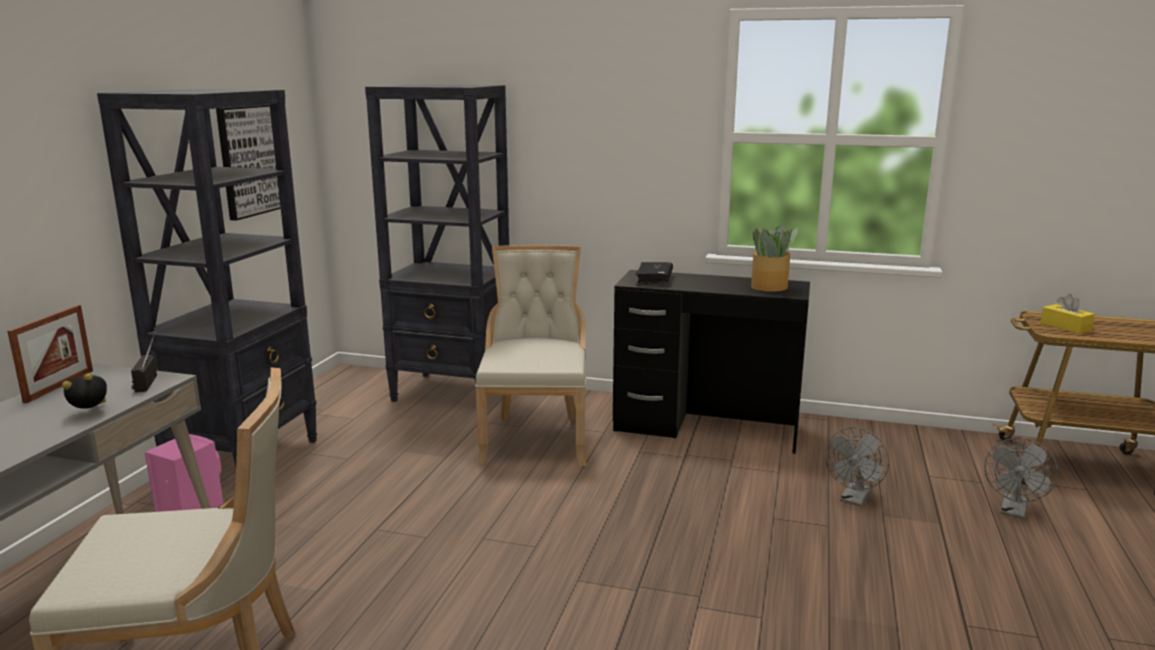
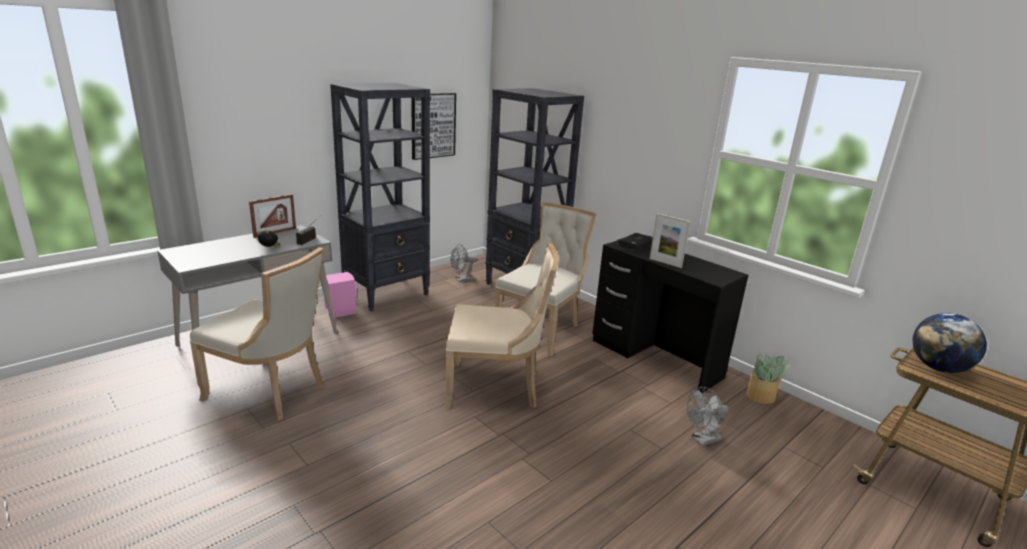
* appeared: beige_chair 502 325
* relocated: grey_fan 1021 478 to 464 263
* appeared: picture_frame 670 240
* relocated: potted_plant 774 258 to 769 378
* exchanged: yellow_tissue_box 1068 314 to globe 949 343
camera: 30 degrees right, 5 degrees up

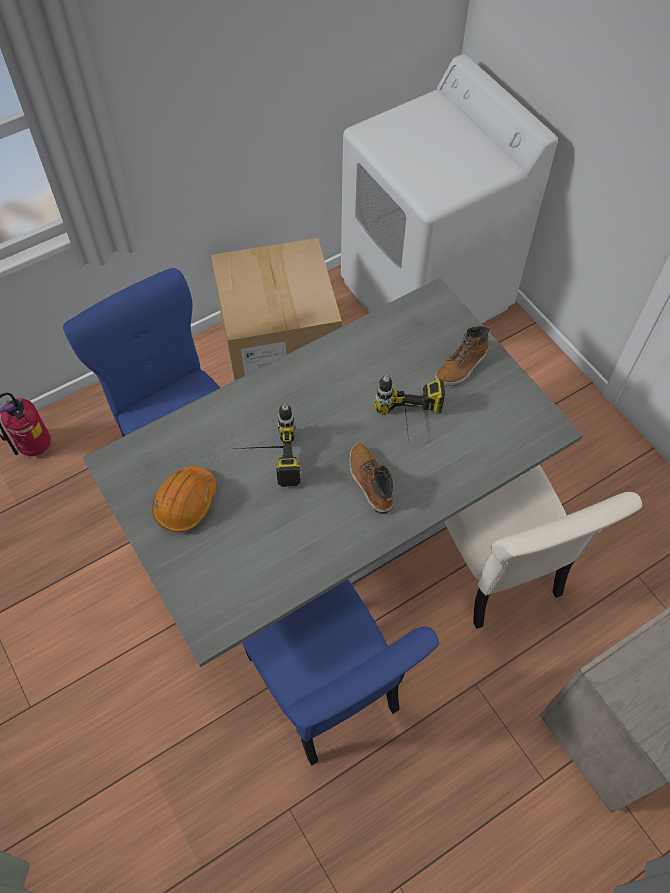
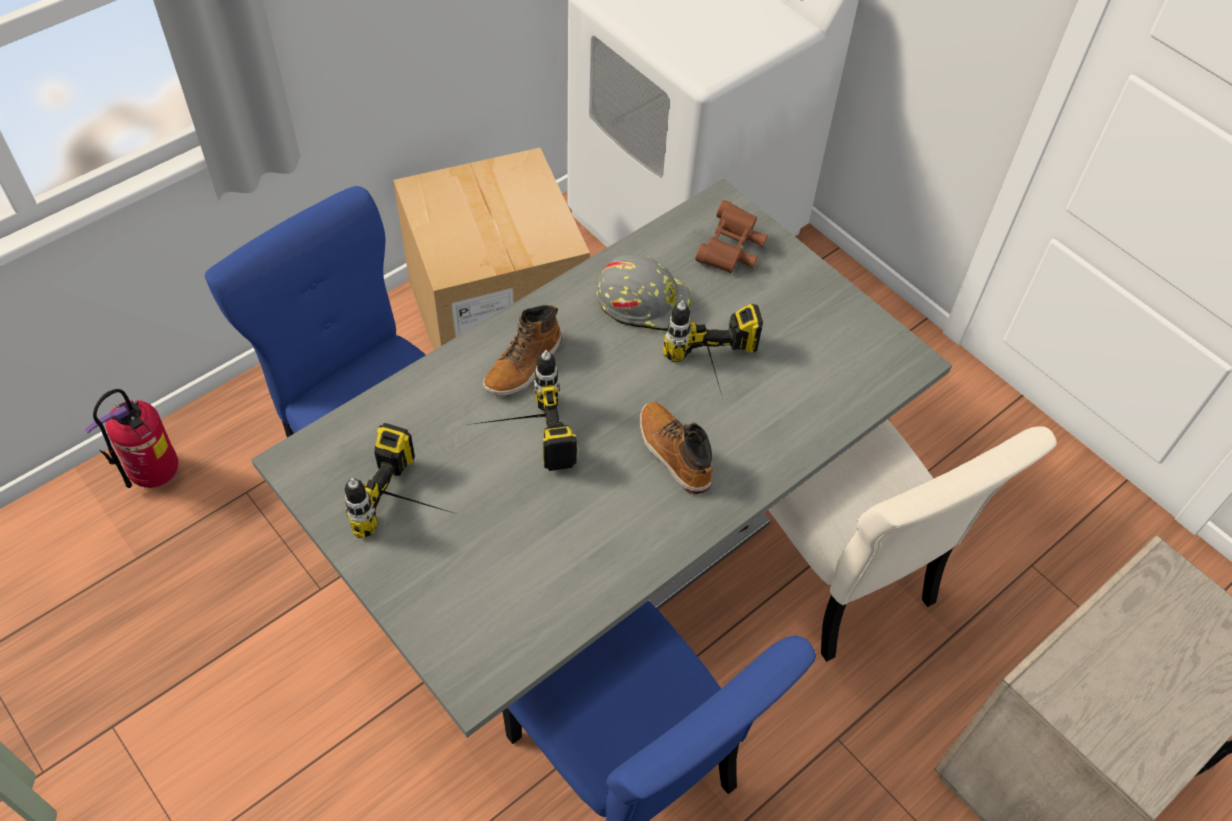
* exchanged: orange_hard_hat 184 499 to power_drill 398 480
* relocated: boot 462 356 to 522 350
* appeared: grey_hard_hat 643 292
* appeared: brown_binoculars 731 236
camera: 10 degrees left, 5 degrees down

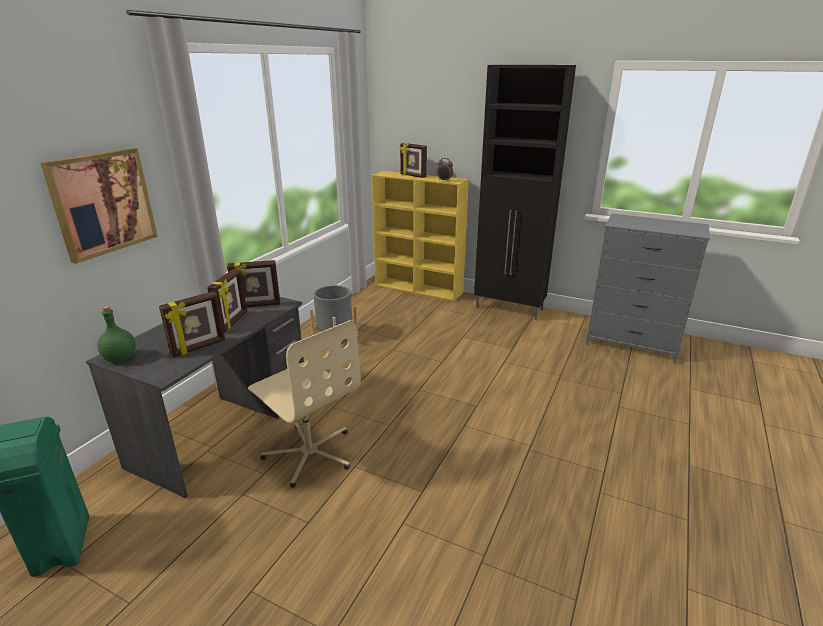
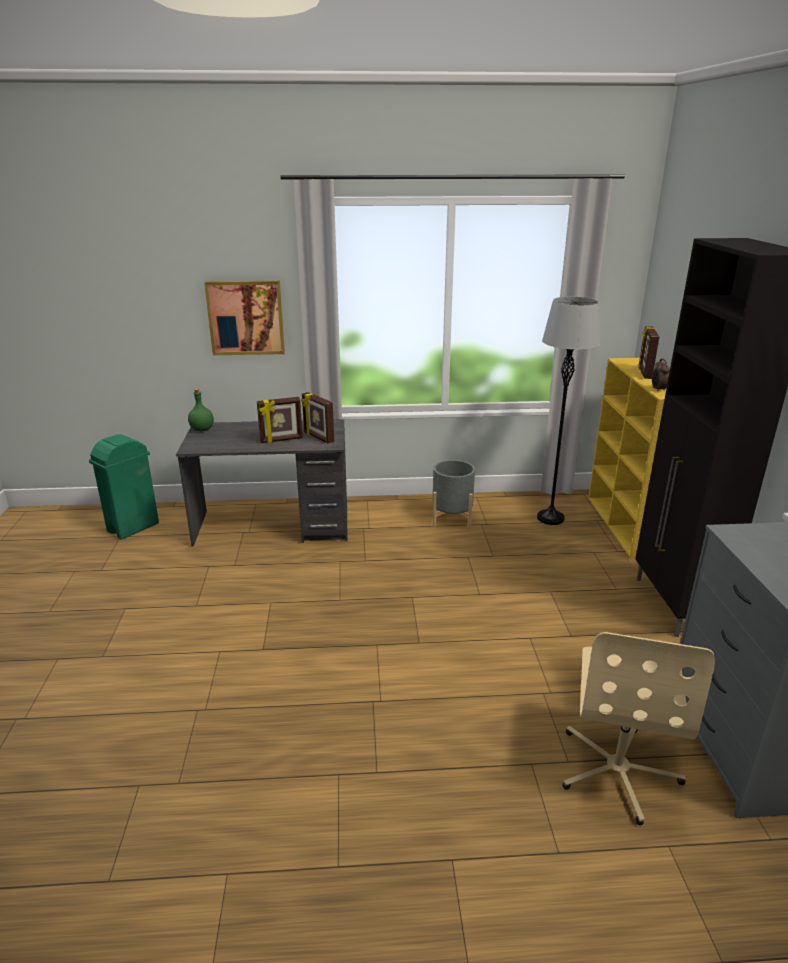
* appeared: grey_floor_lamp 568 410
* relocated: beige_office_chair 304 404 to 638 728
* missing: picture_frame 192 324
camera: 60 degrees right, 0 degrees up

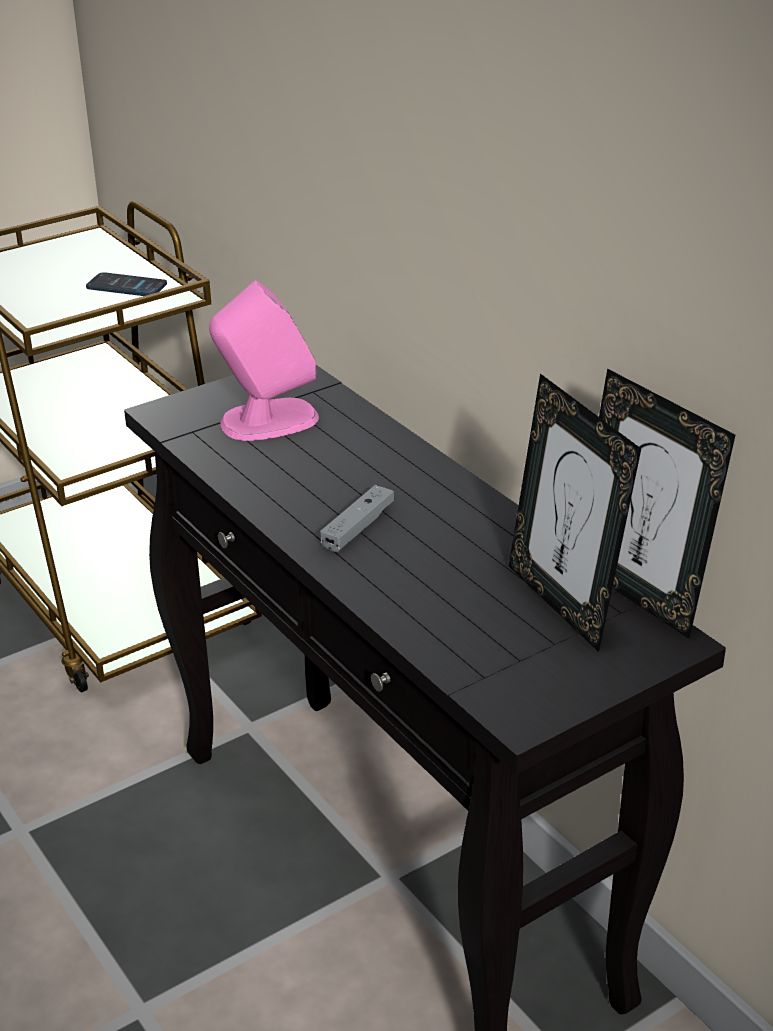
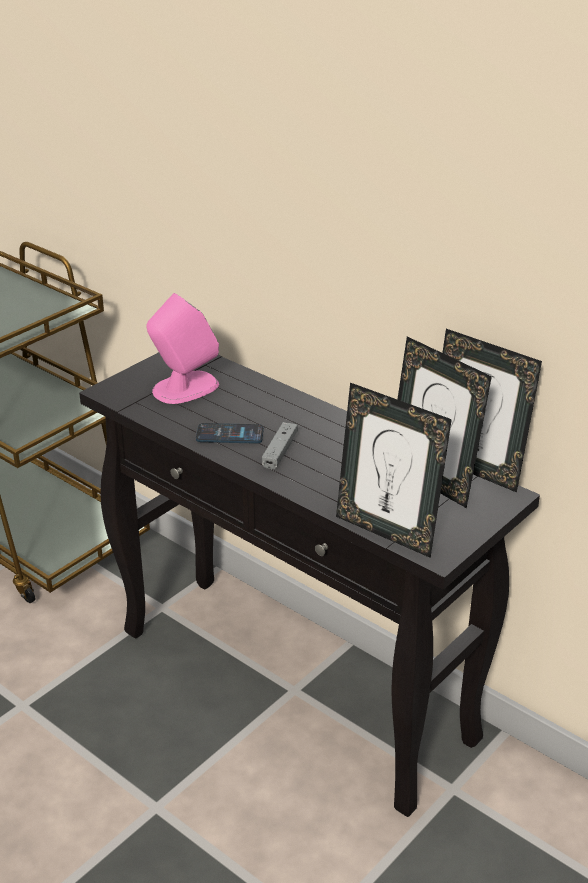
* relocated: phone 126 284 to 230 433
* appeared: picture_frame 394 470
camera: 15 degrees left, 0 degrees up

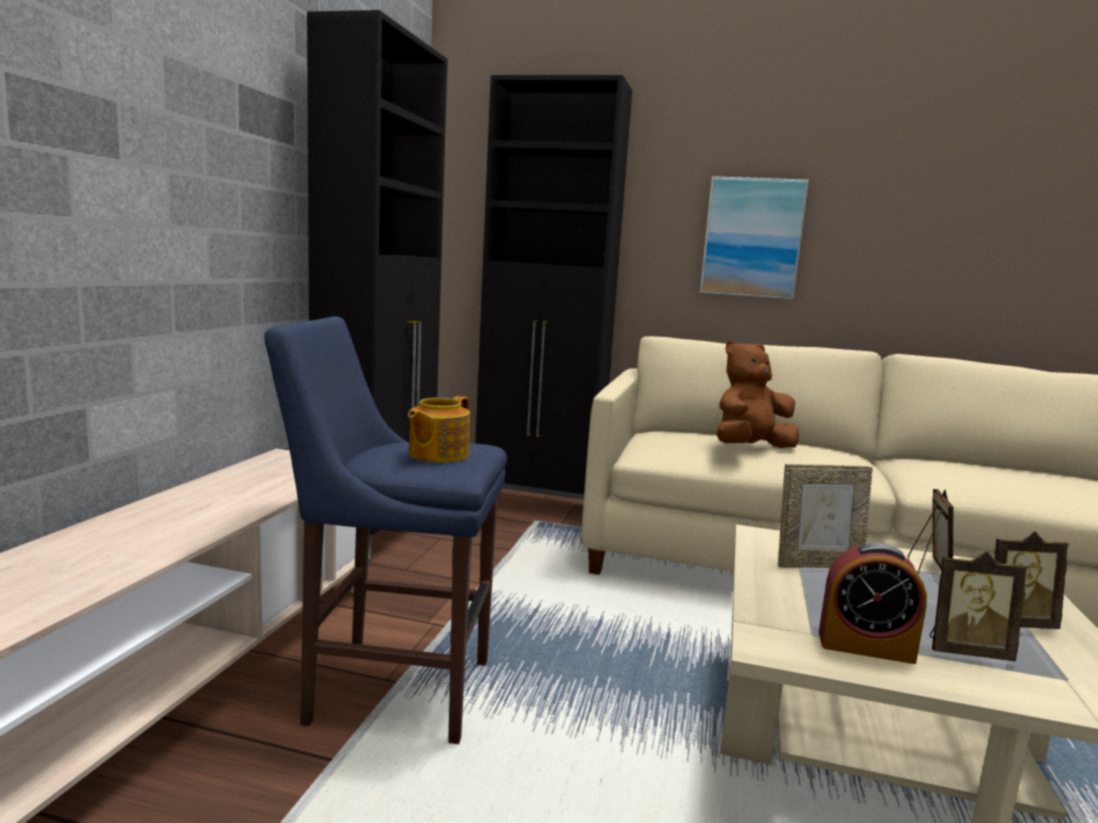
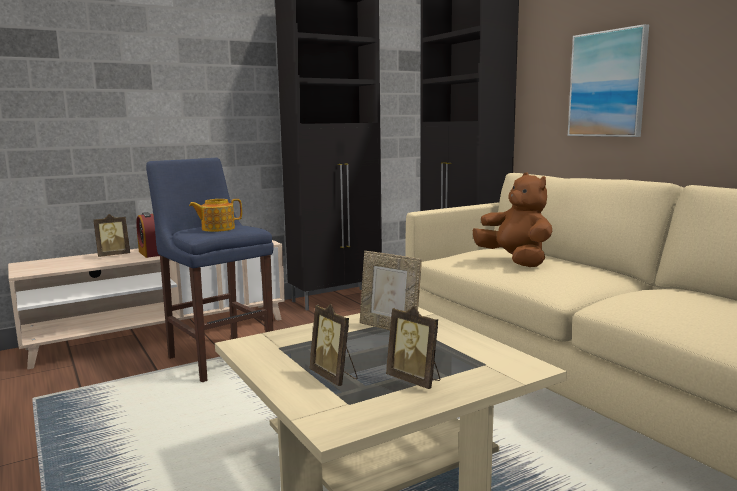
* relocated: picture_frame 931 531 to 111 235
* relocated: alarm_clock 873 603 to 148 235
* spun: brown_plush_toy 757 394 = 512 219 45 degrees clockwise
camera: 45 degrees right, 0 degrees up

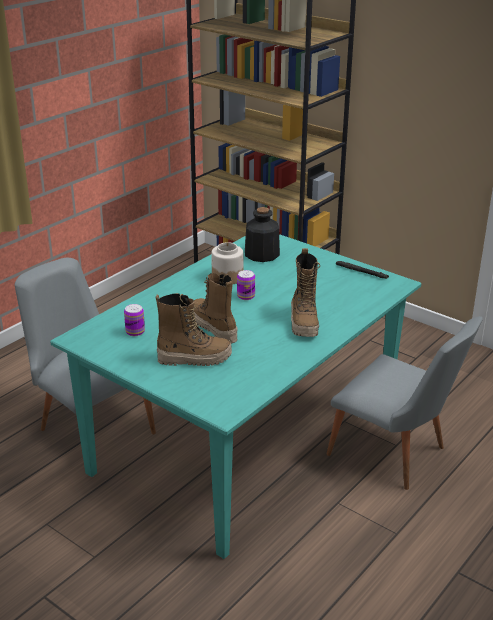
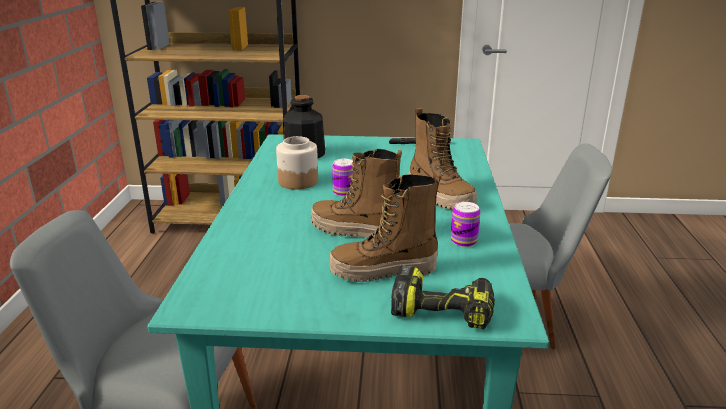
* spun: boot 194 329 = 385 226 150 degrees counterclockwise
* appeared: power_drill 443 297
* relocated: can 134 320 to 465 224
camera: 35 degrees left, 5 degrees down

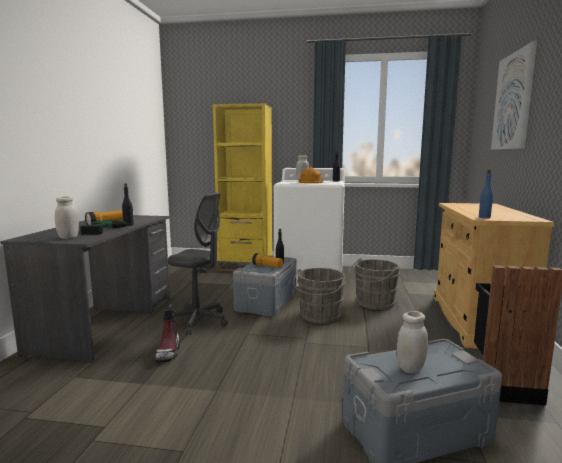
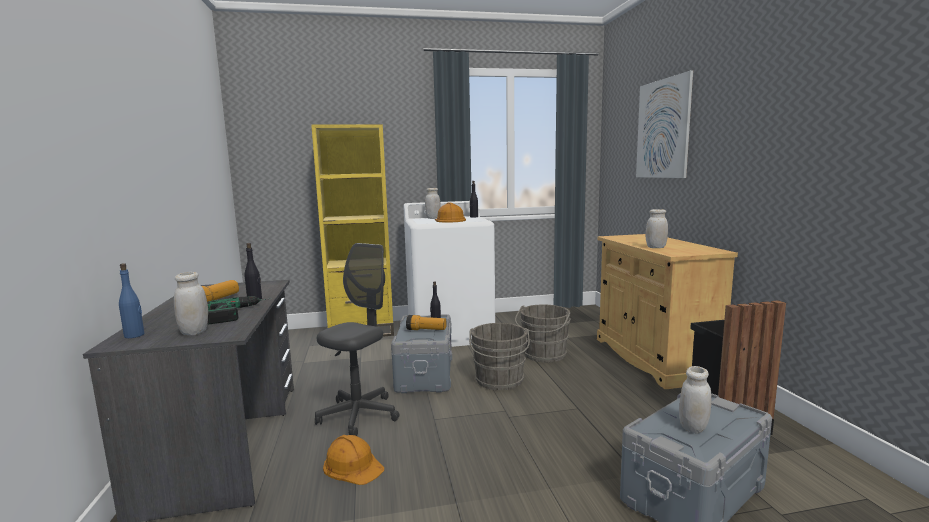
* relocated: blue_bottle 486 194 to 131 300
* spun: grey_office_chair 198 263 = 357 339 60 degrees counterclockwise
* exchanged: boot 167 333 to orange_hard_hat 353 460
* appeared: white_jar 657 228
camera: 20 degrees left, 0 degrees up

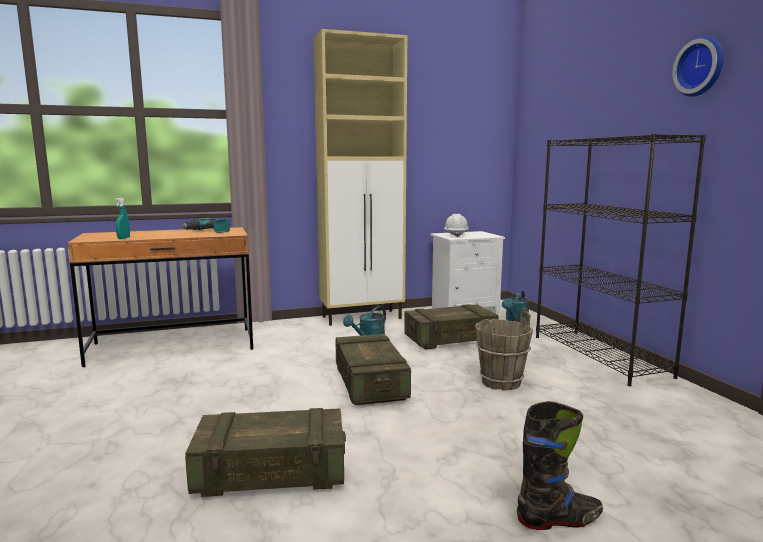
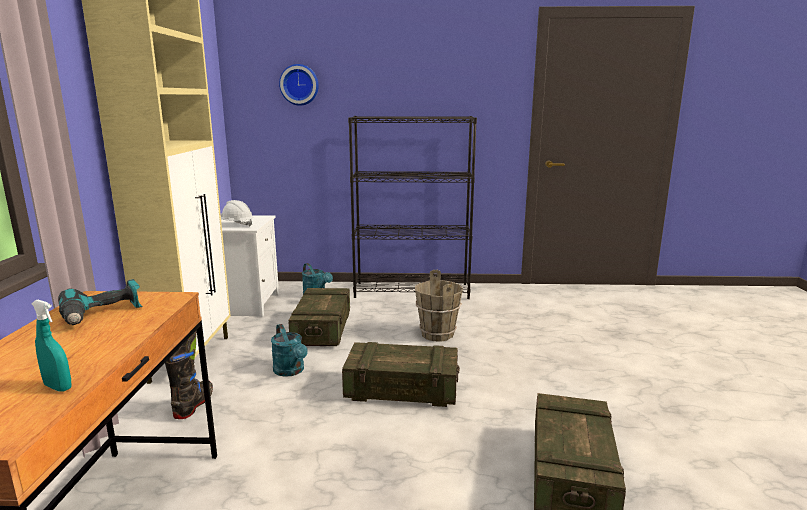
* relocated: black_boot 560 465 to 189 375
* relocated: wall_clock 697 66 to 299 85
camera: 70 degrees left, 5 degrees up

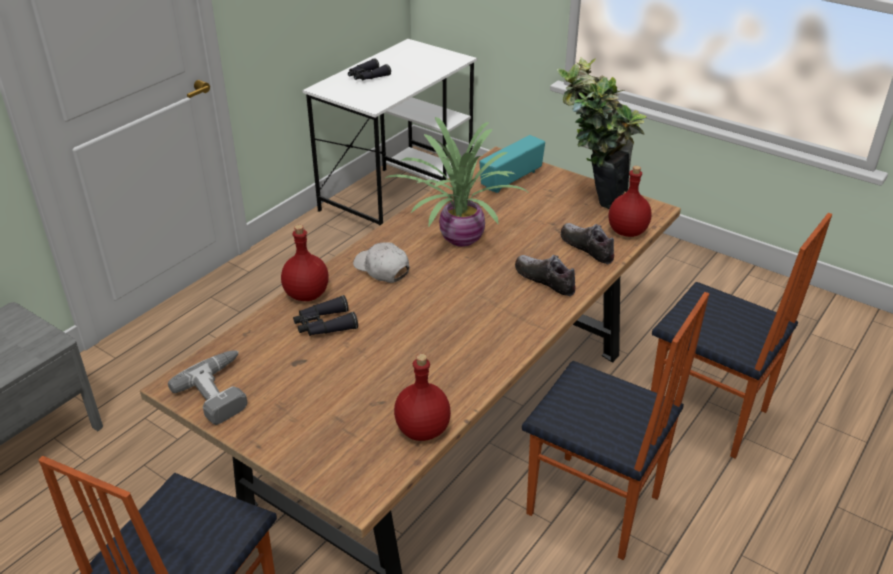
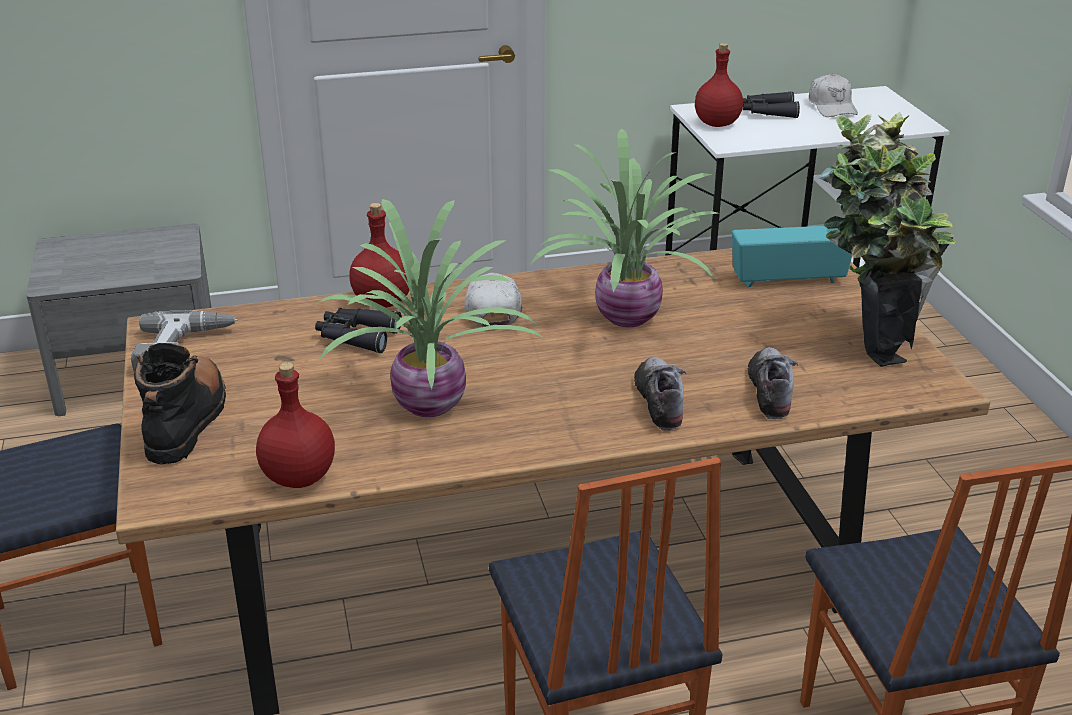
* appeared: black_boot 180 403
* appeared: potted_plant 430 308
* relocated: red_bottle 630 201 to 719 85
* appeared: white_cap 833 95
camera: 40 degrees right, 5 degrees down

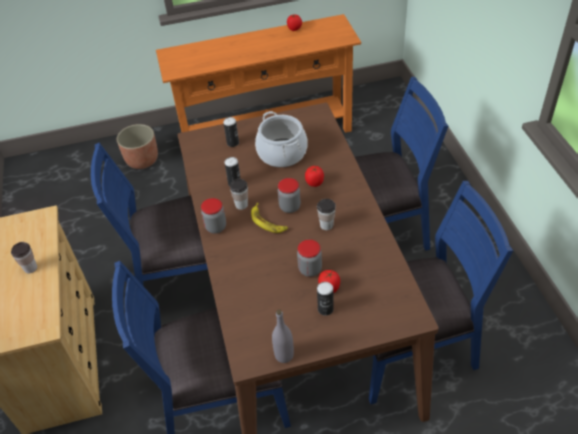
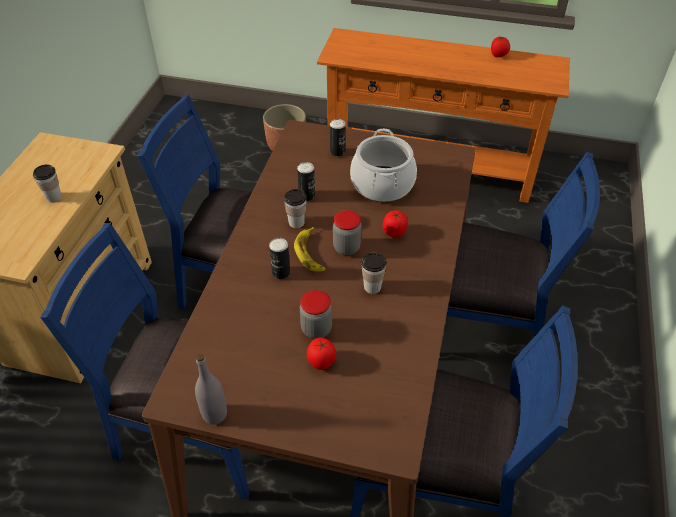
* relocated: can 325 299 to 279 258
* missing: jar 213 216
camera: 25 degrees right, 0 degrees up

